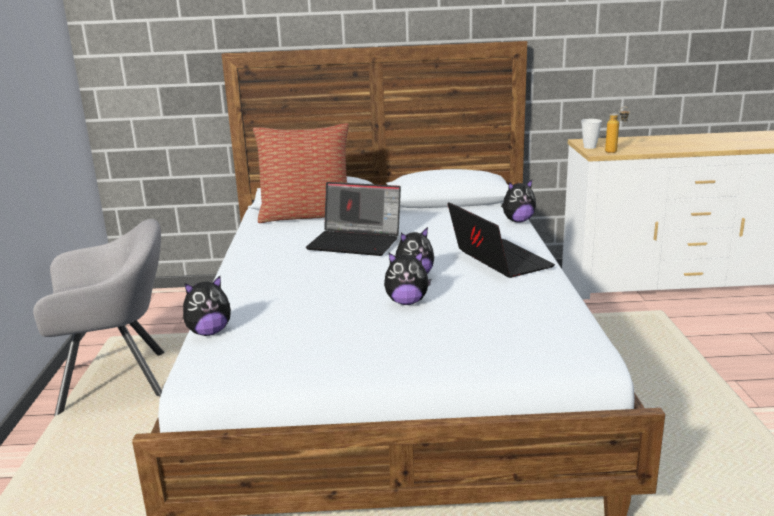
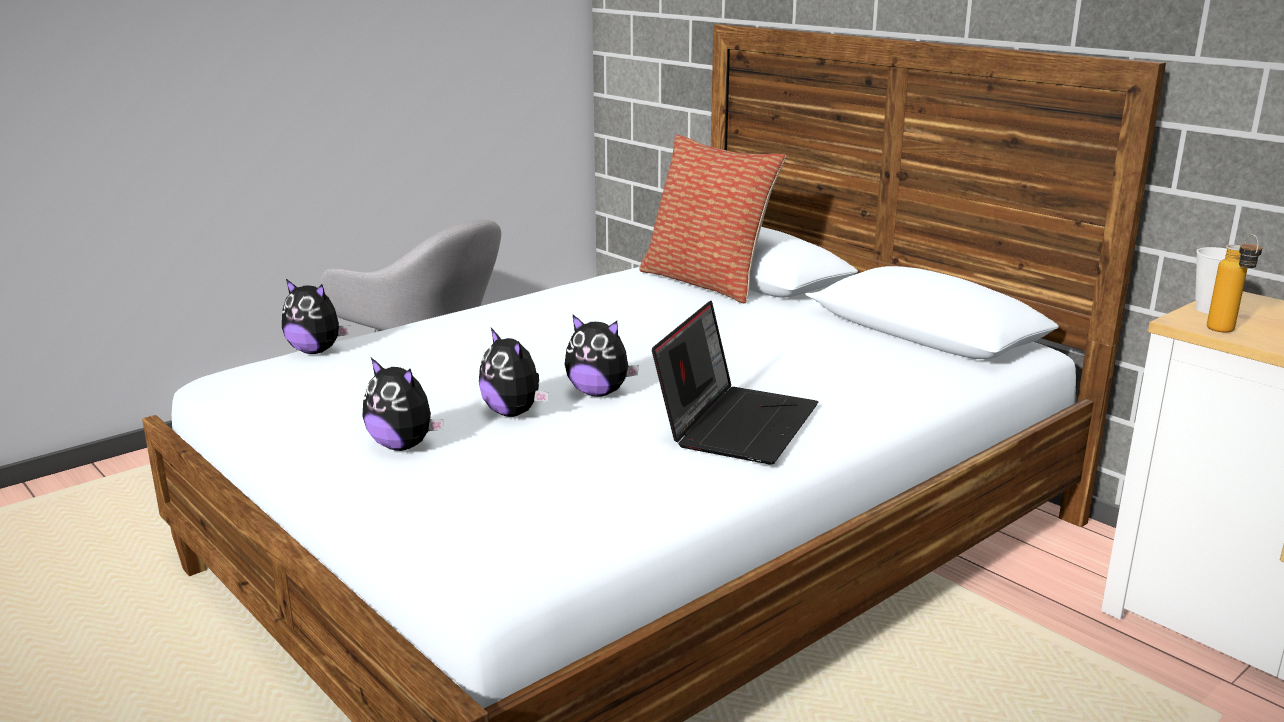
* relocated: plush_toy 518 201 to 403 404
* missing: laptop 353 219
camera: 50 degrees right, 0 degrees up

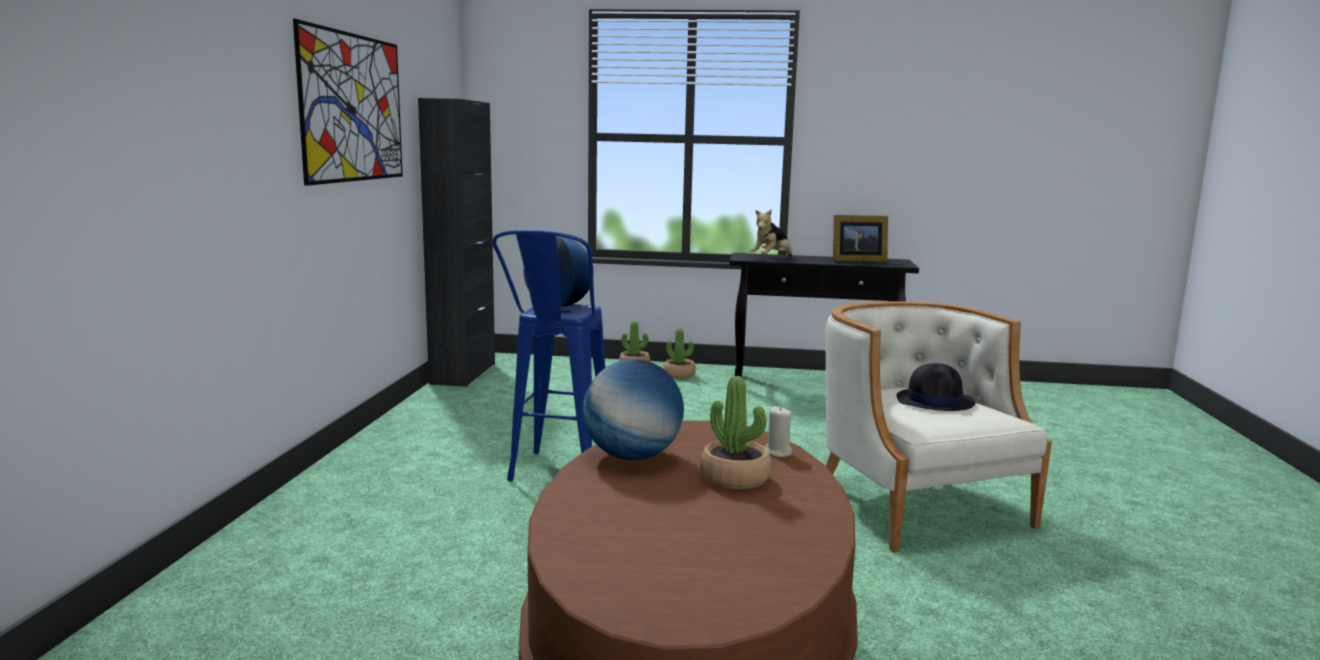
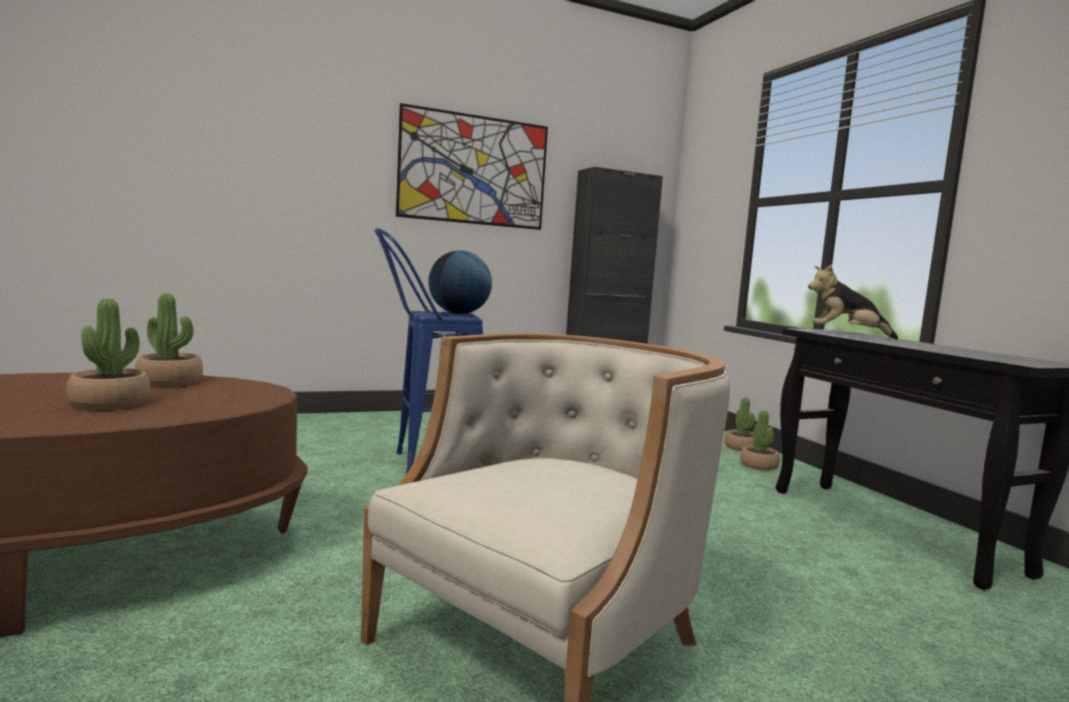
* exchanged: globe 633 409 to potted_plant 169 340
* missing: beige_candle 778 431
* missing: picture_frame 860 238
* missing: black_hat 936 387
camera: 60 degrees right, 5 degrees down

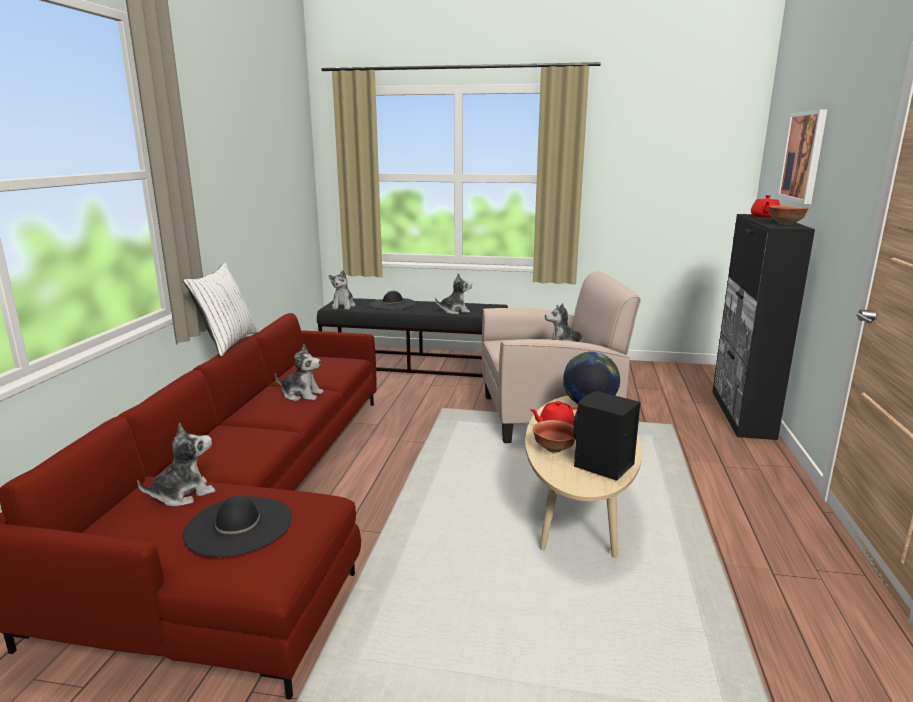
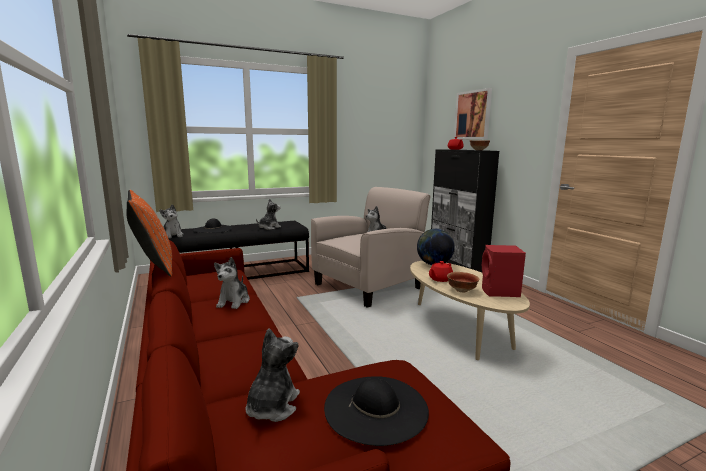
* colour: white_pillow 221 309 to orange_pillow 149 233
* spun: plush_toy 299 372 = 232 283 120 degrees clockwise
* colour: black_speaker 606 436 to red_speaker 504 271
camera: 35 degrees left, 5 degrees down

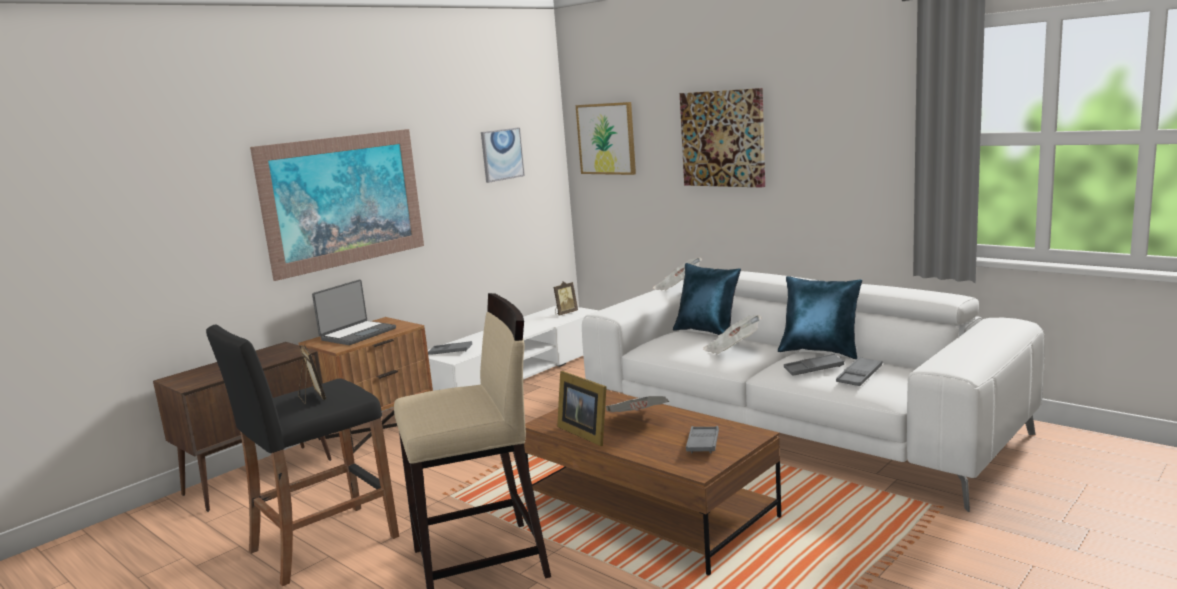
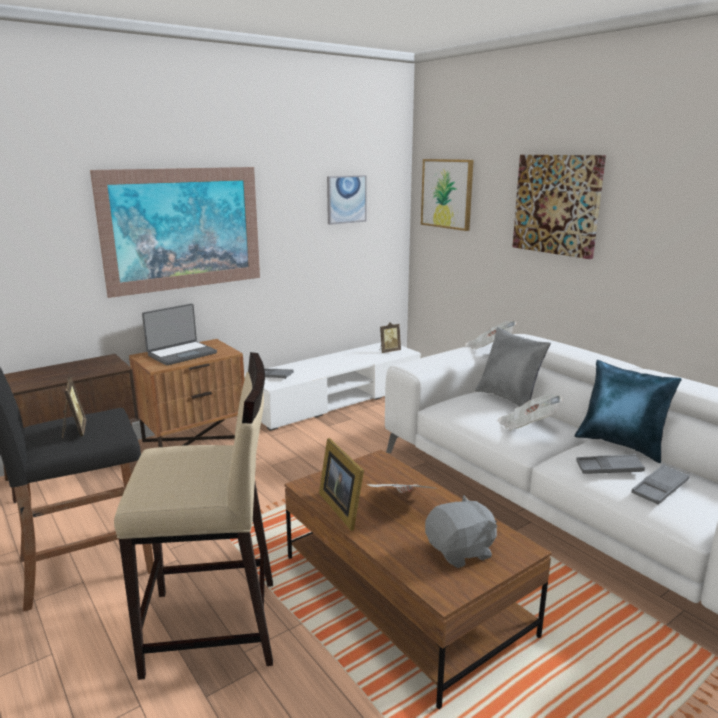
* exchanged: grey_tray 702 439 to grey_plush_toy 461 532
* colour: blue_pillow 707 299 to grey_pillow 513 367
camera: 10 degrees right, 5 degrees up

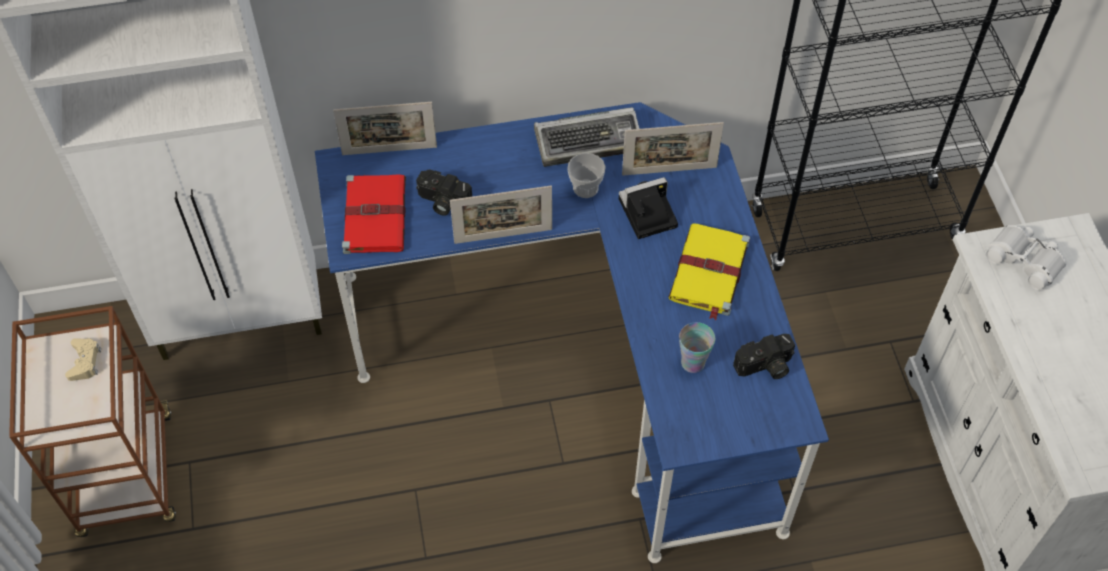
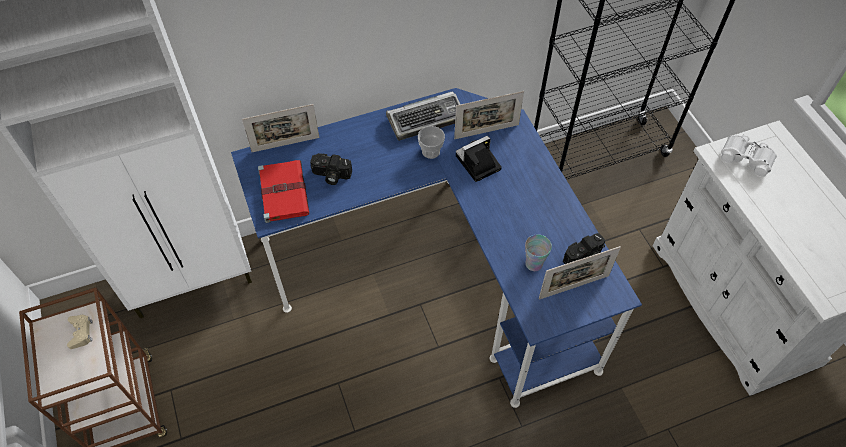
* relocated: picture_frame 501 215 to 580 273
* missing: yellow_book 709 272
camera: 10 degrees left, 0 degrees up

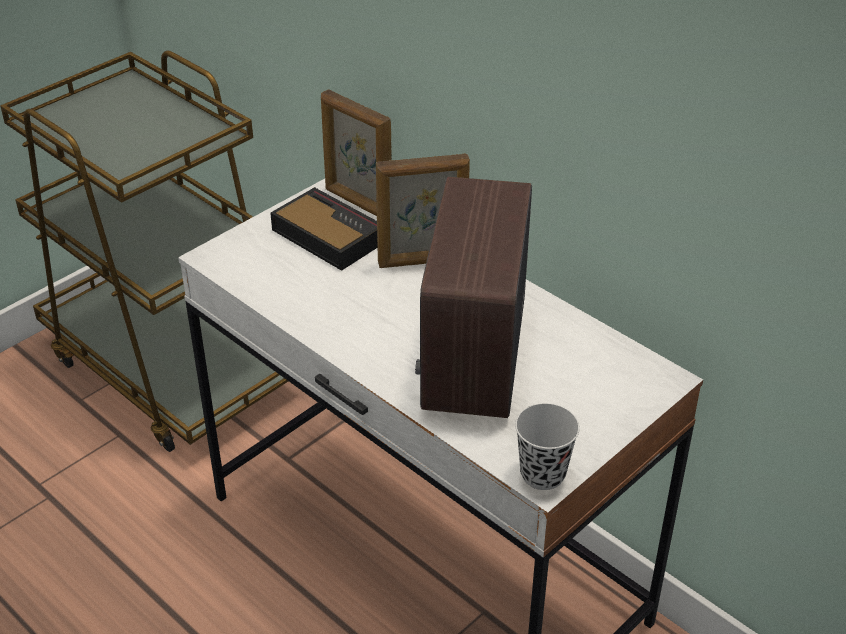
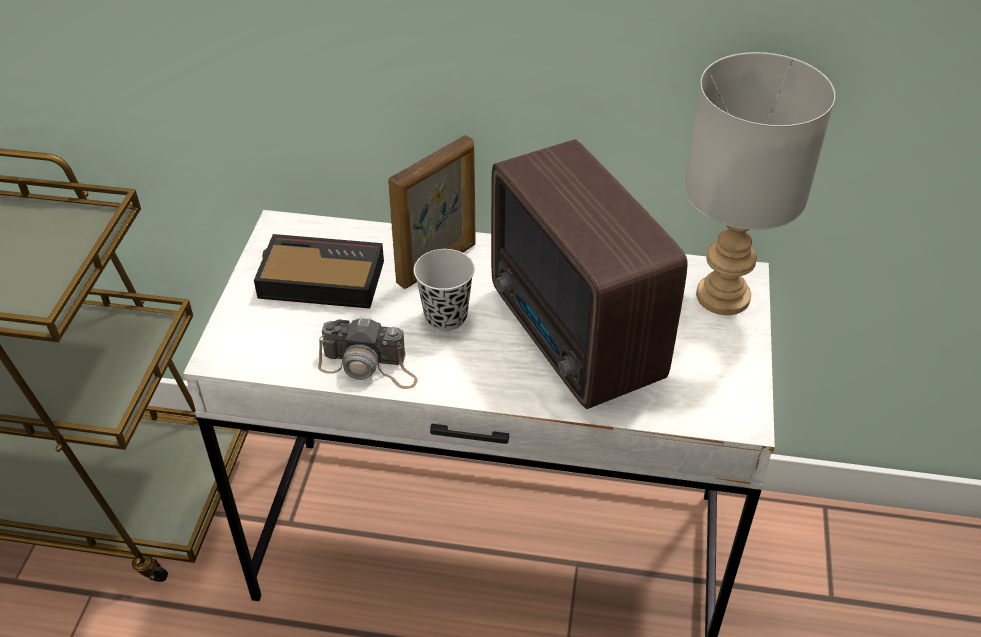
* appeared: photo_camera 368 353
* relocated: black_cup 547 446 to 444 290
* appeared: grey_table_lamp 759 183
* missing: picture_frame 356 152
camera: 35 degrees left, 5 degrees up

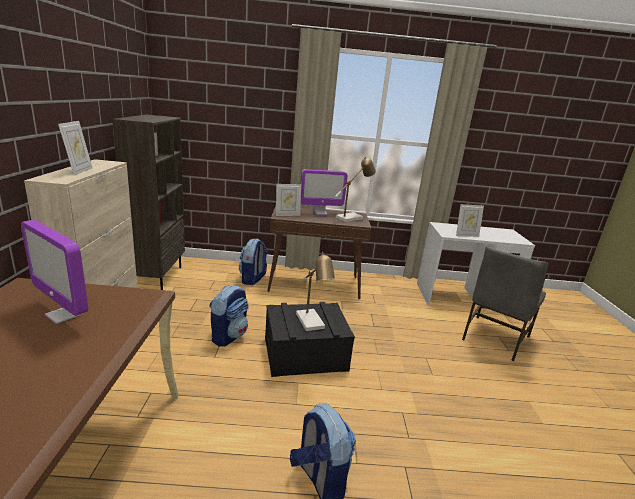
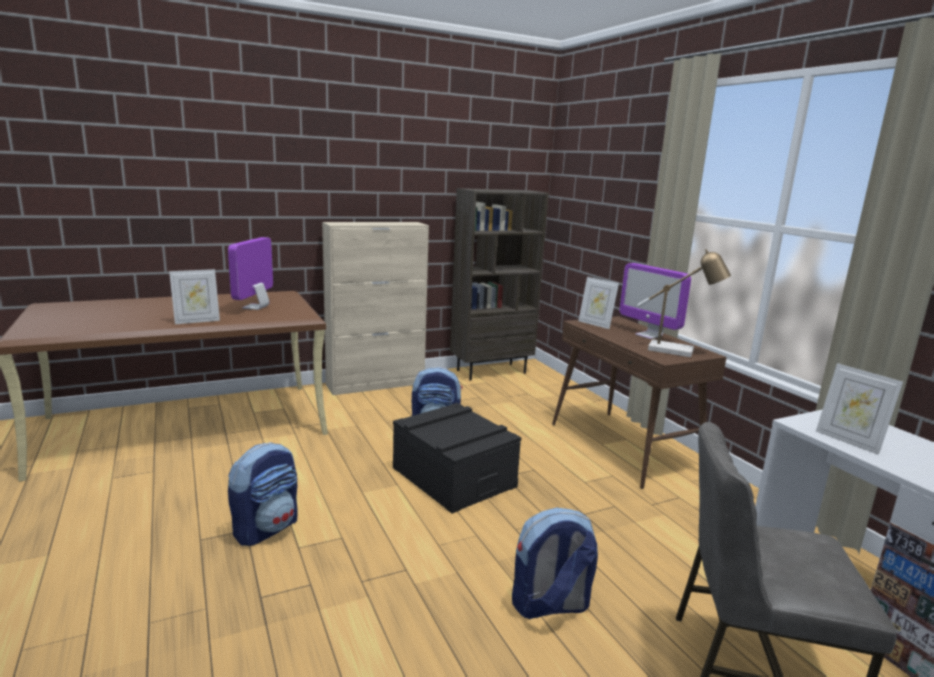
* relocated: picture_frame 75 148 to 194 296
* relocated: backpack 253 262 to 555 563
* missing: table_lamp 315 291
camera: 65 degrees right, 5 degrees down

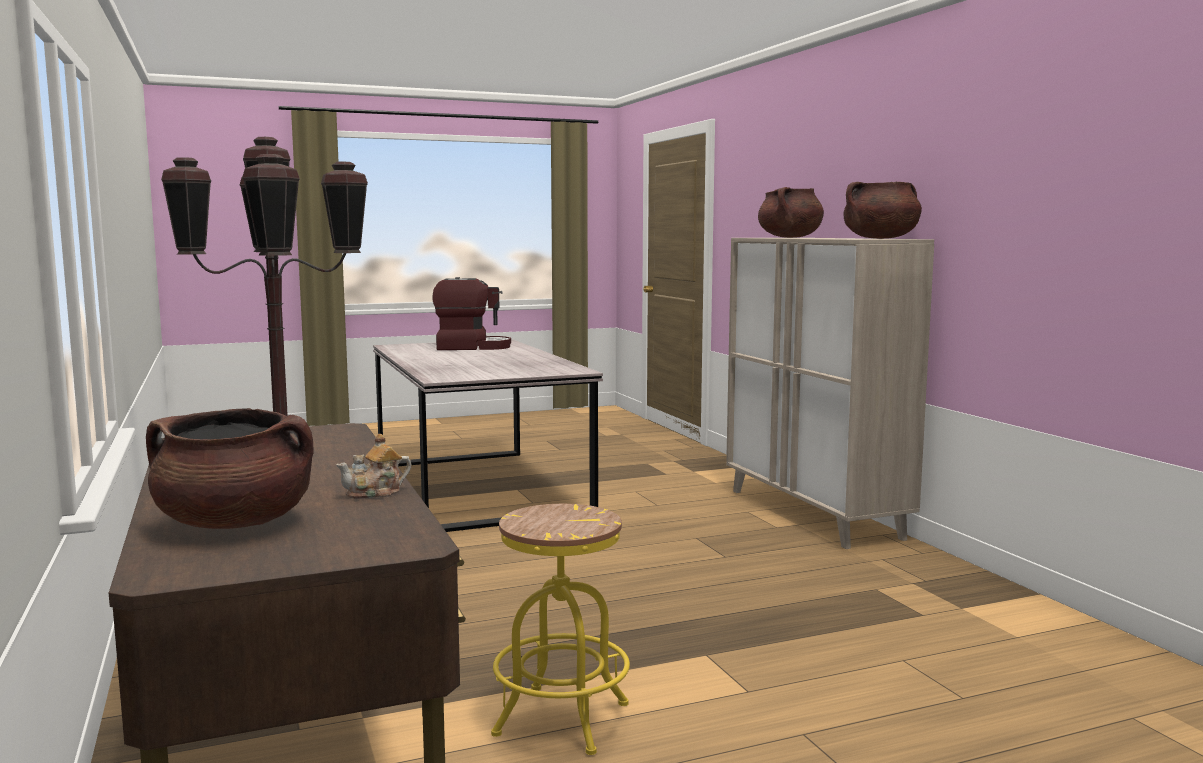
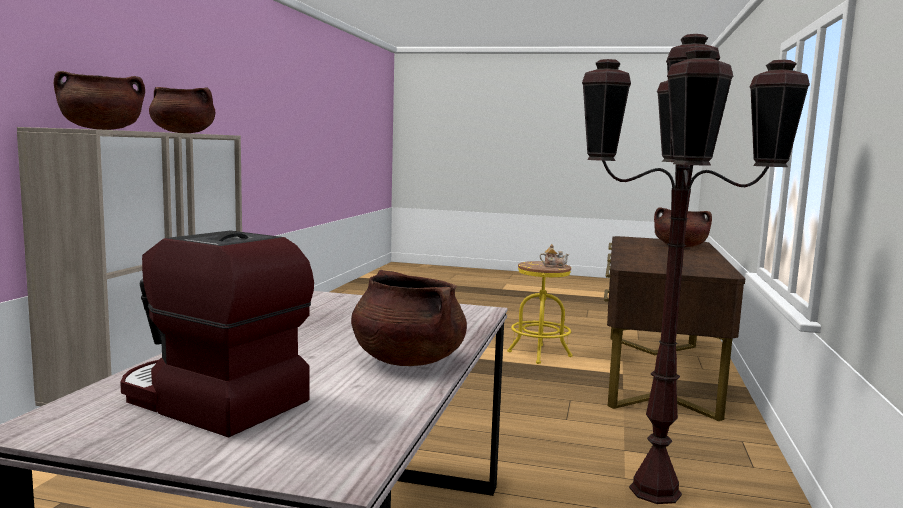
* appeared: brown_cooking_pot 409 318
* relocated: teapot 374 466 to 554 256
camera: 145 degrees left, 0 degrees up

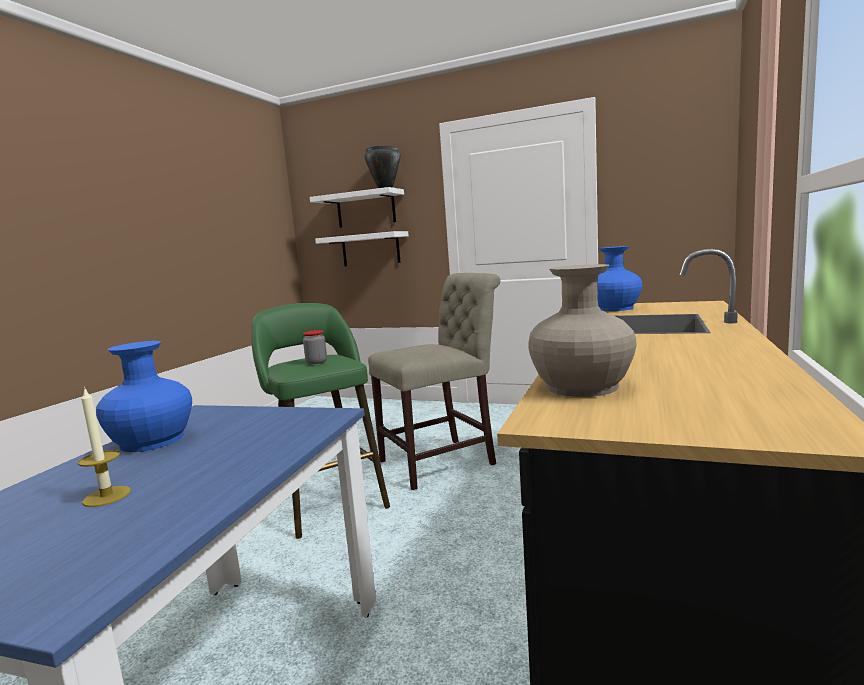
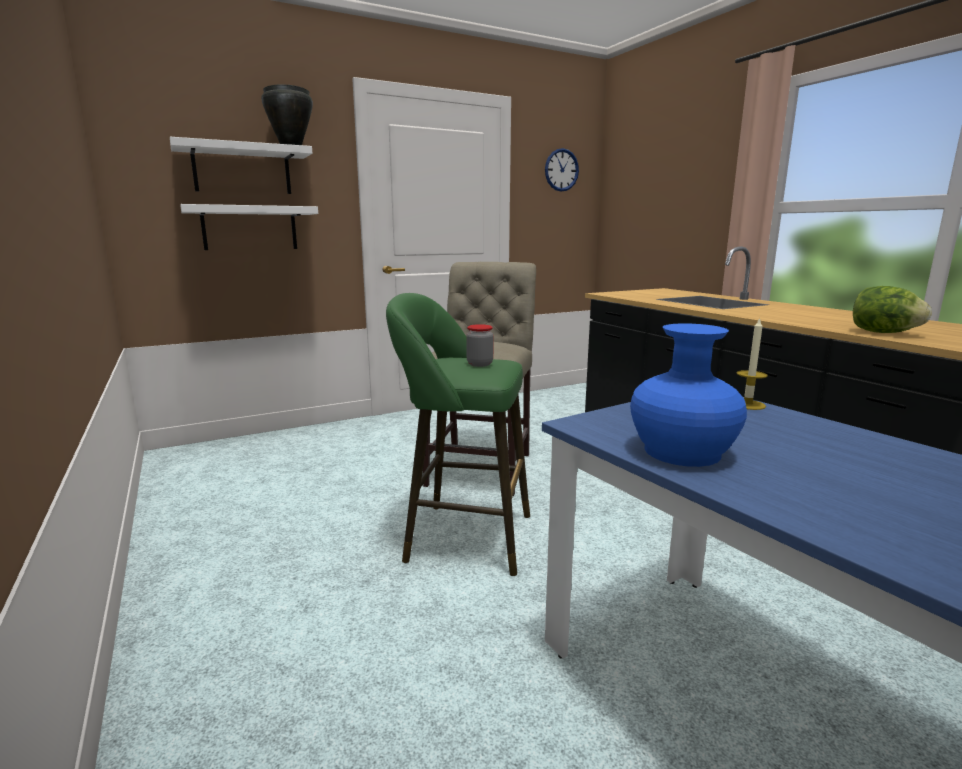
* appeared: wall_clock 562 170
* relocated: candle 104 447 to 752 363
* exchanged: beige_vase 582 330 to lettuce 892 309
* missing: blue_vase 619 278
camera: 50 degrees left, 5 degrees up

